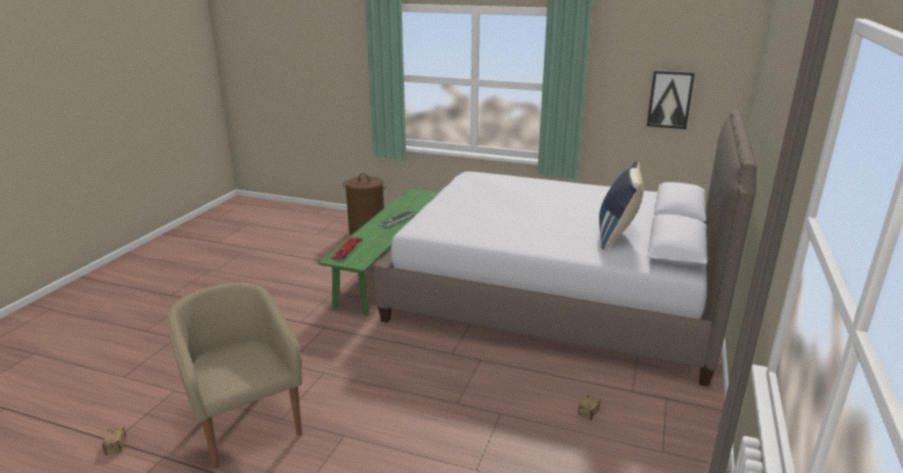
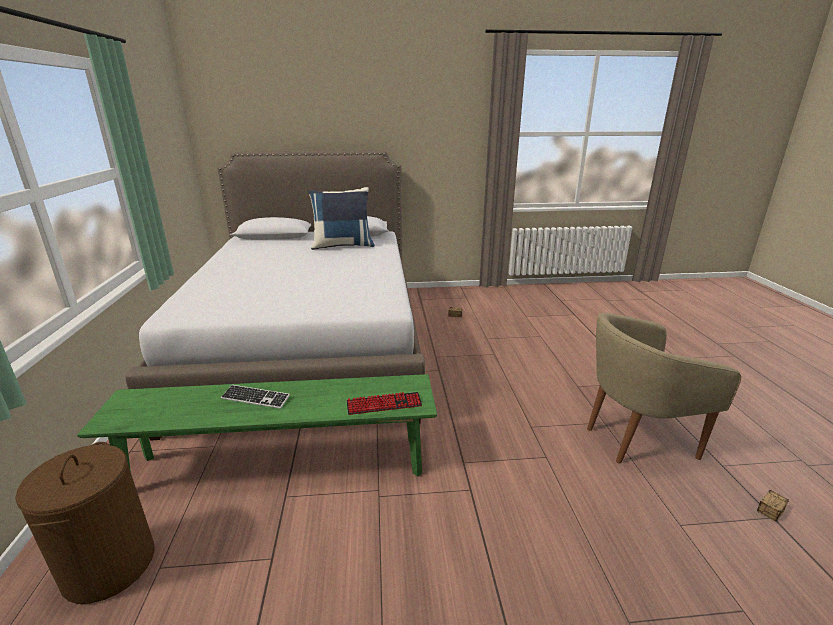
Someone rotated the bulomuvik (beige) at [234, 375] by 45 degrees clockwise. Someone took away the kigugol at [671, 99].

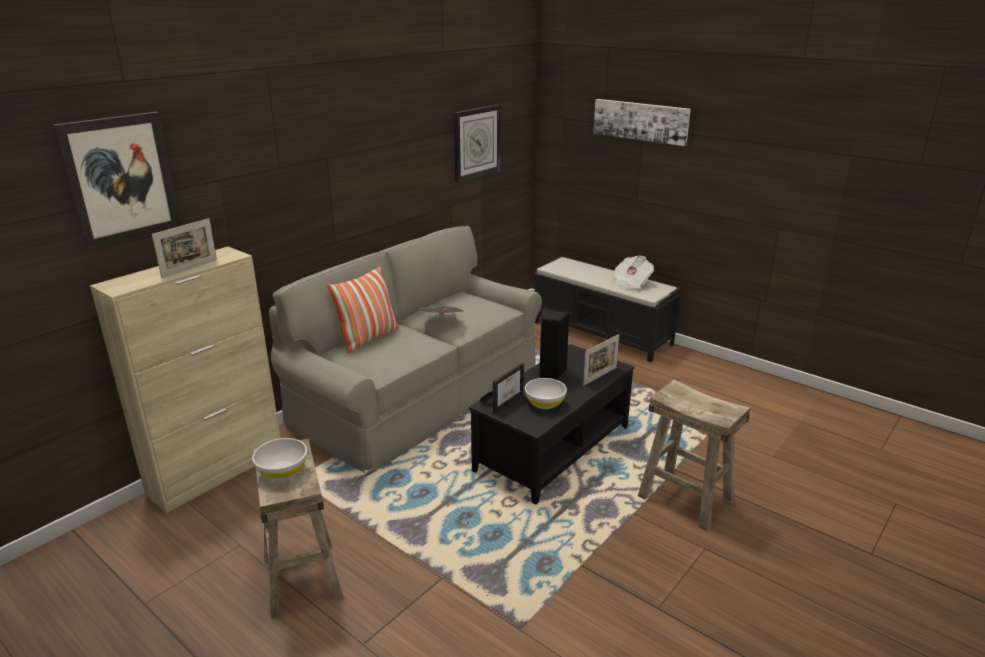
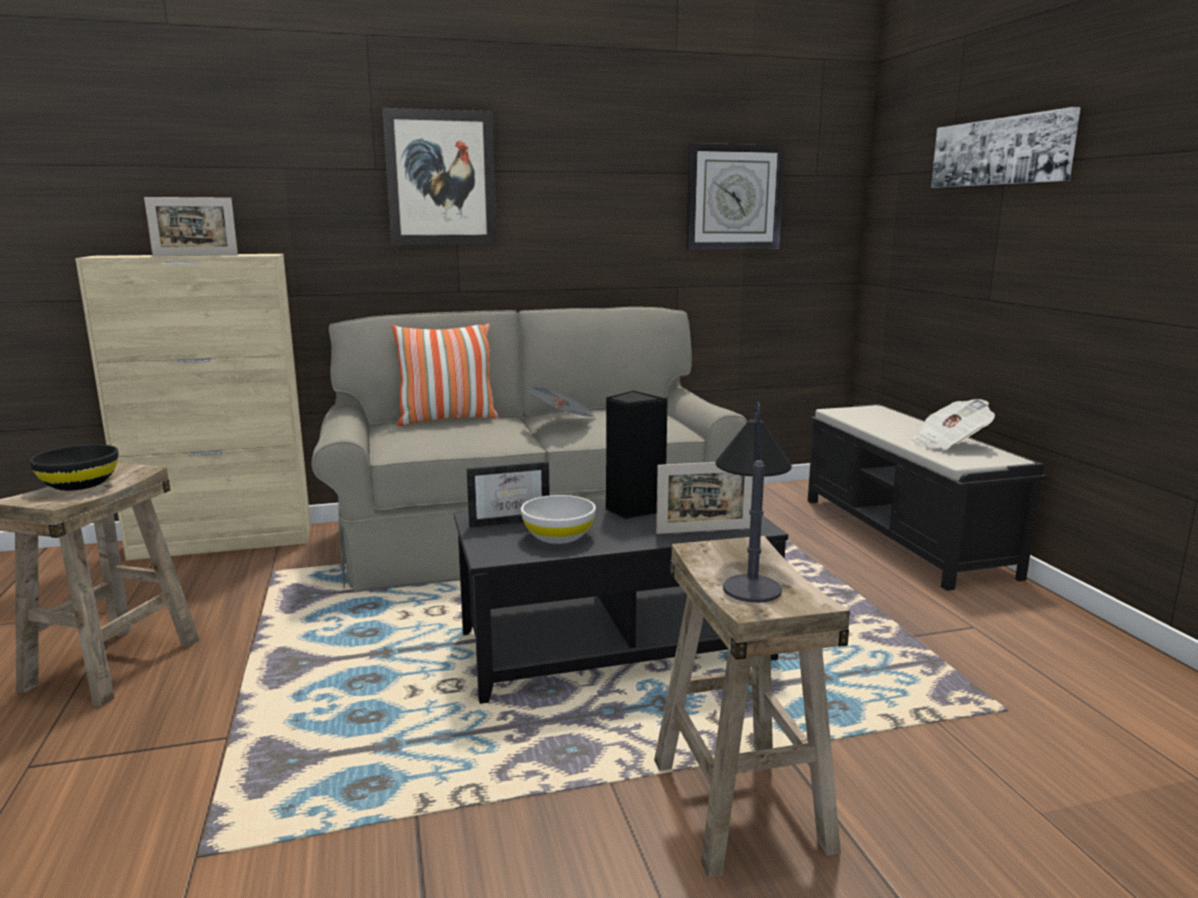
Someone carried the kigugol from [116, 181] to [440, 176]. Someone repainted the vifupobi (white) at [279, 459], which became the vifupobi (black) at [73, 467]. Someone put down the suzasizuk at [753, 502].

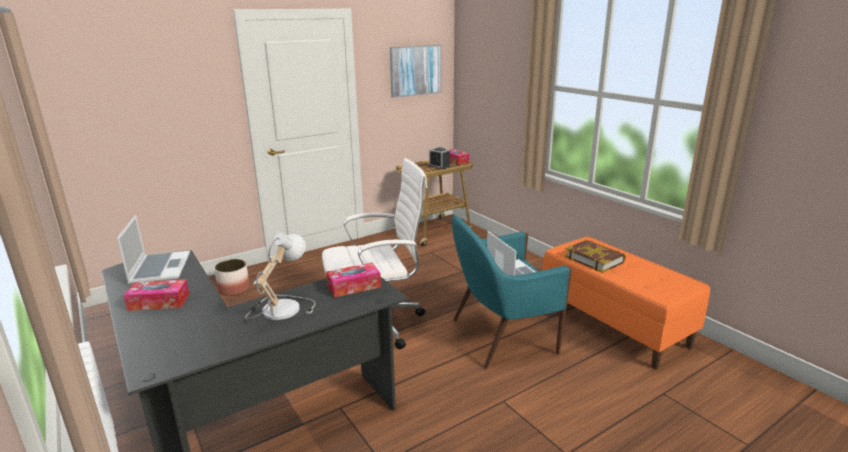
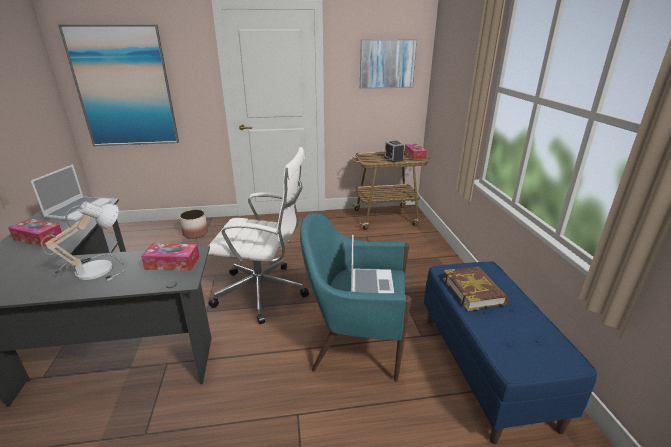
Someone repainted the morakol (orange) at [626, 303], which became the morakol (blue) at [510, 352]. Someone put up the kigugol at [118, 85].

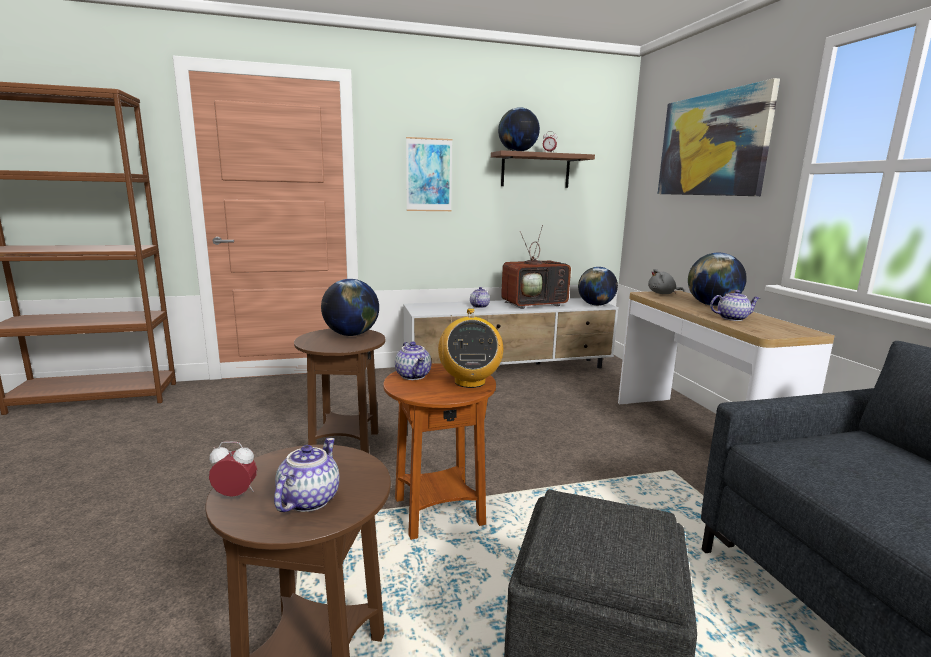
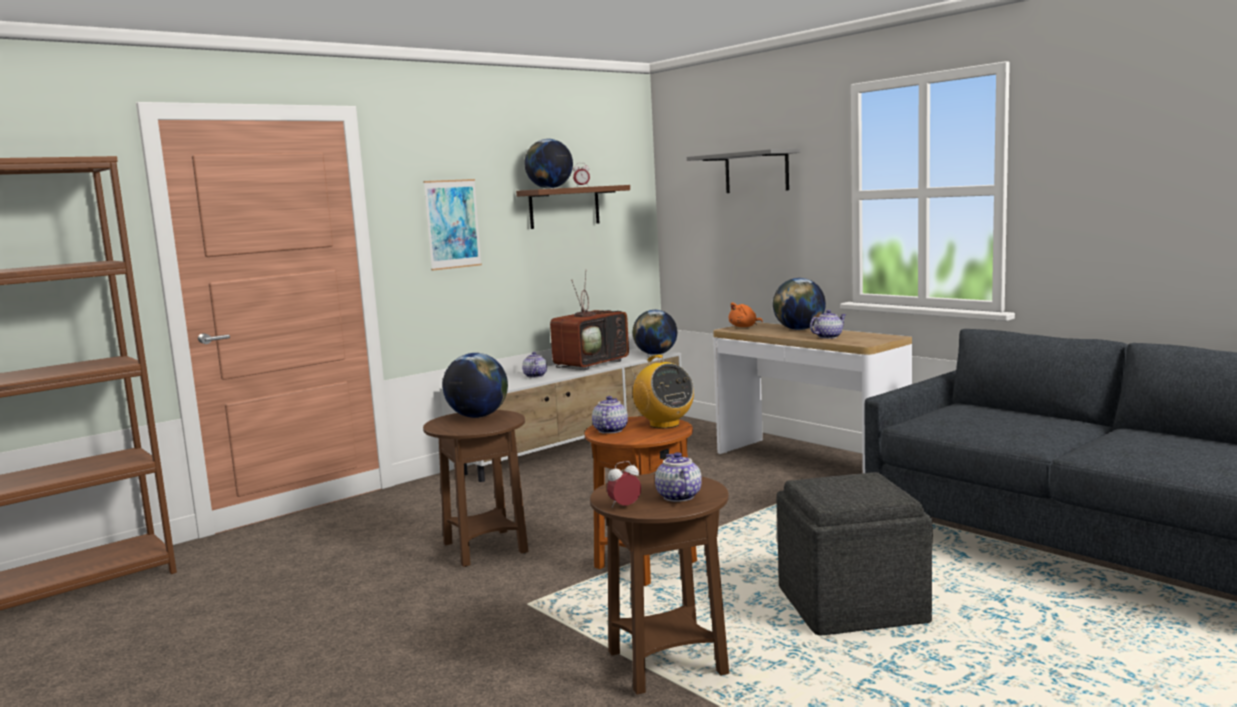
Someone rotated the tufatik at [413, 361] by 120 degrees counterclockwise. Someone repainted the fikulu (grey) at [666, 281], which became the fikulu (orange) at [746, 314]. Someone swapped the kigugol at [719, 137] for the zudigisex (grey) at [743, 171].

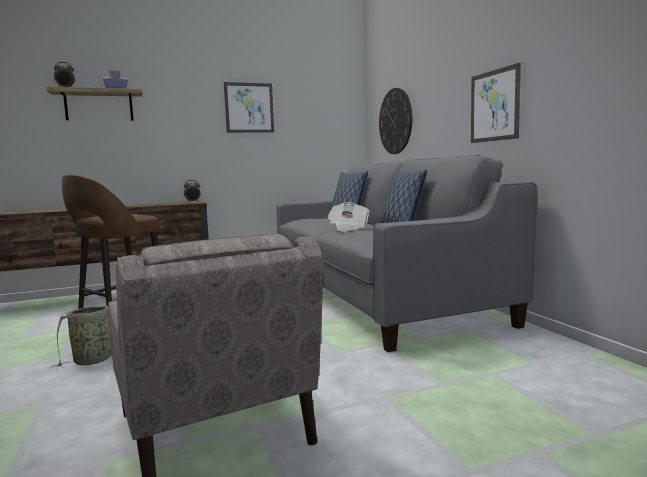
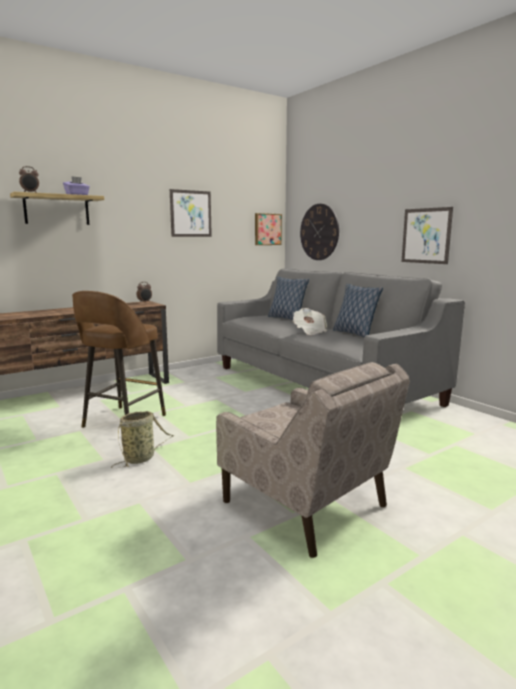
Someone put up the kigugol at [268, 229].

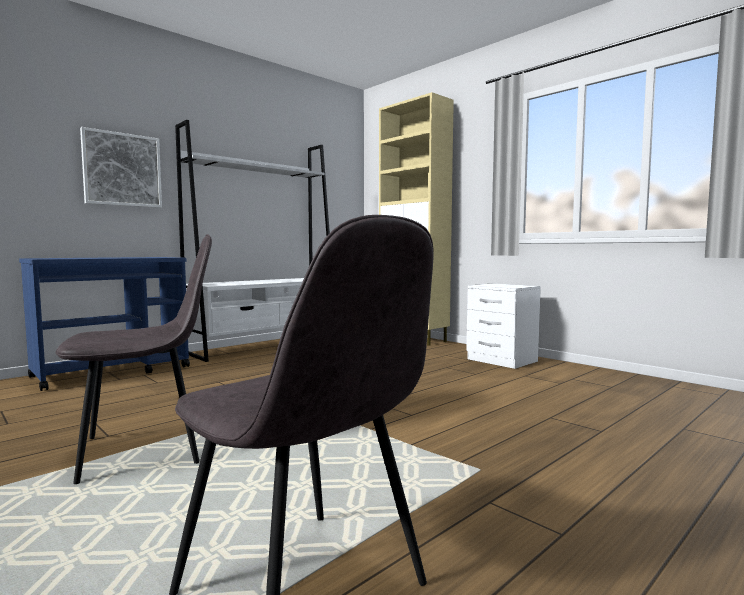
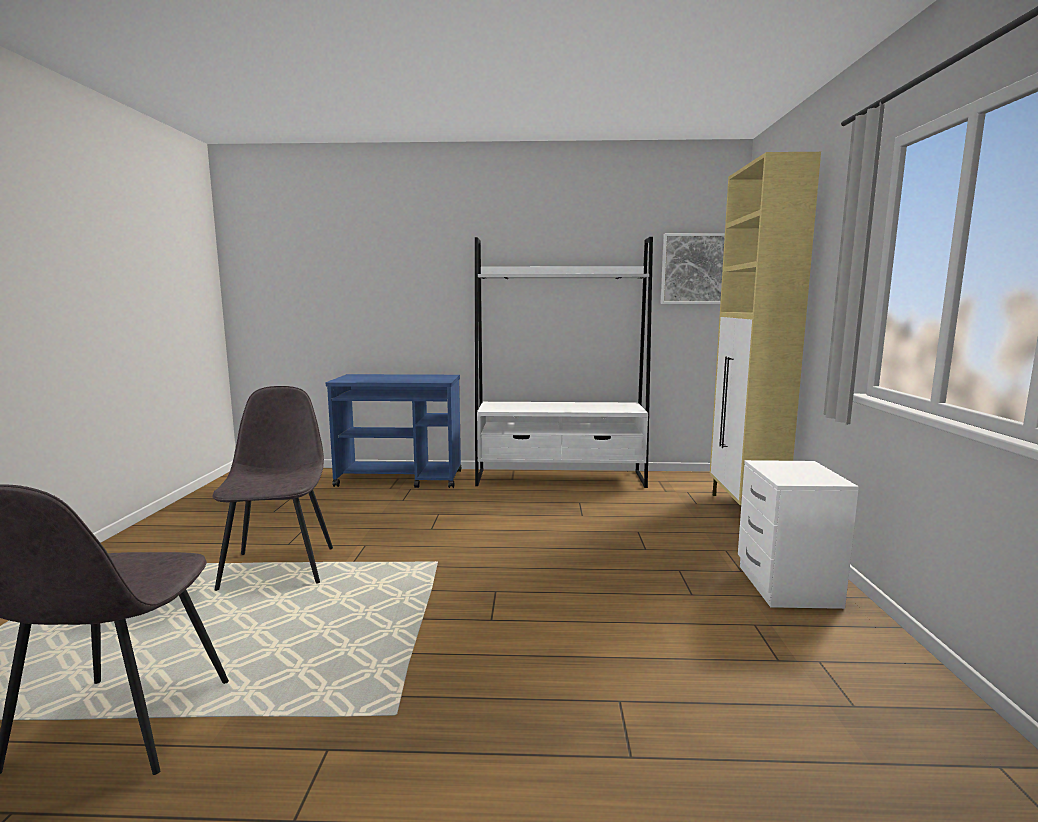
Someone rotated the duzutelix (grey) at [133, 359] by 120 degrees counterclockwise. Someone carried the kigugol from [121, 167] to [692, 268].

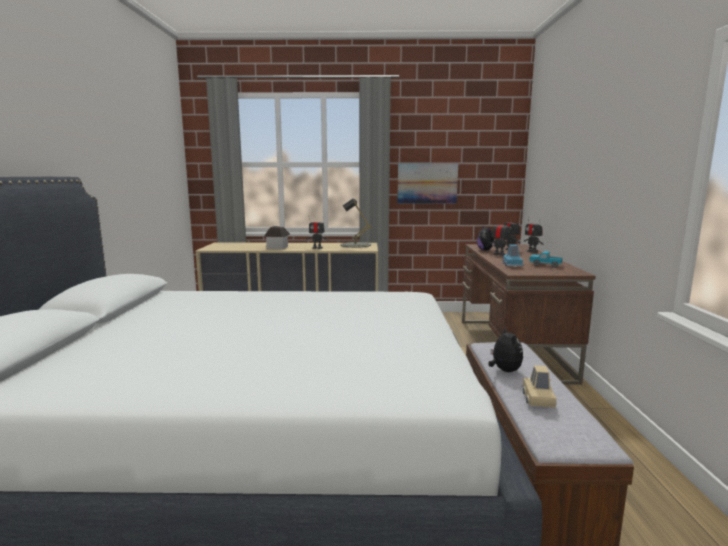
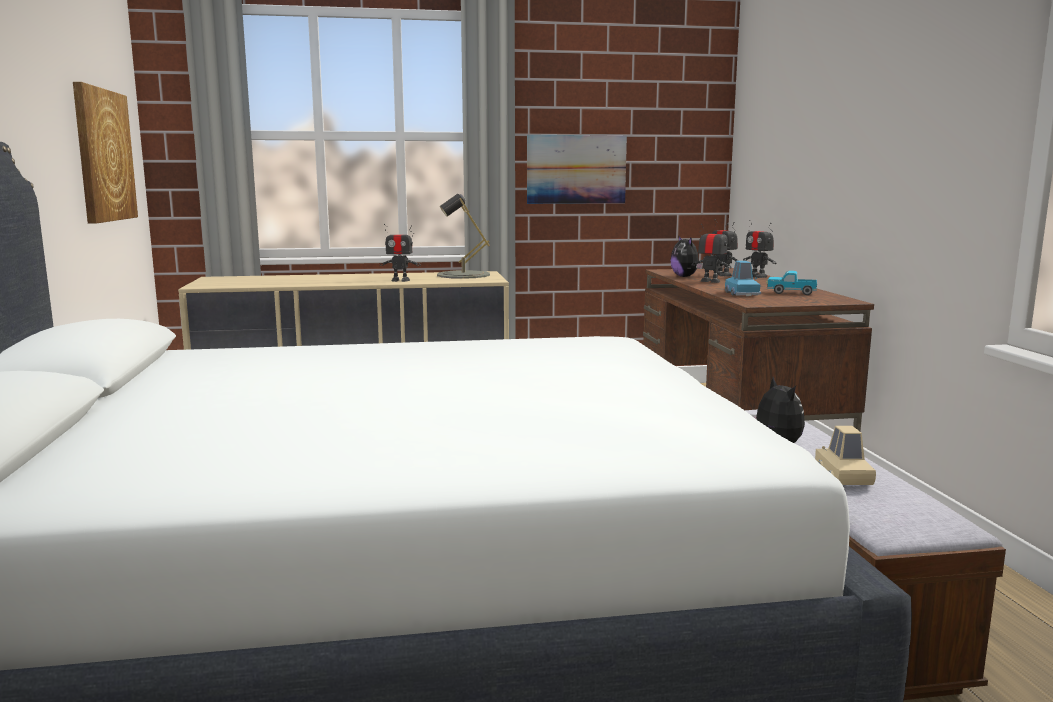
Someone took away the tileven at [277, 237]. Someone put up the kigugol at [105, 153].

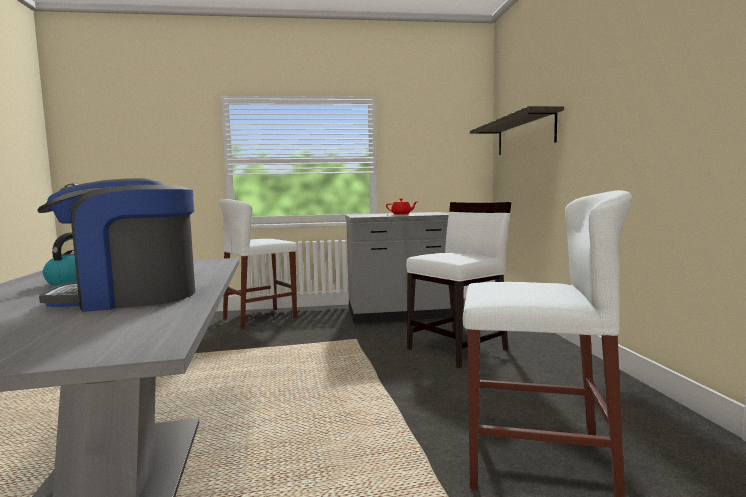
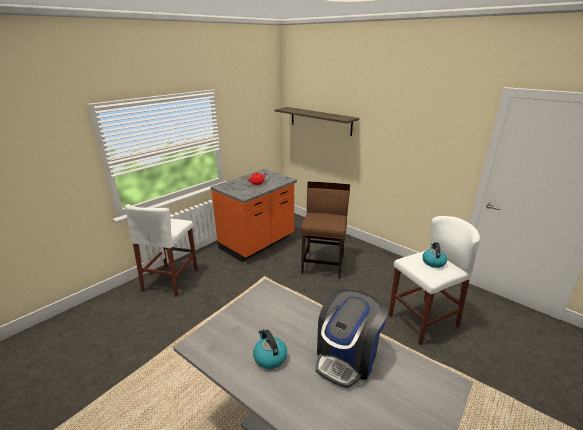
Someone repainted the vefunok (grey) at [398, 267], which became the vefunok (orange) at [254, 215]. Someone repainted the duzutelix (white) at [458, 285], which became the duzutelix (brown) at [325, 230]. Someone put down the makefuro at [434, 255].

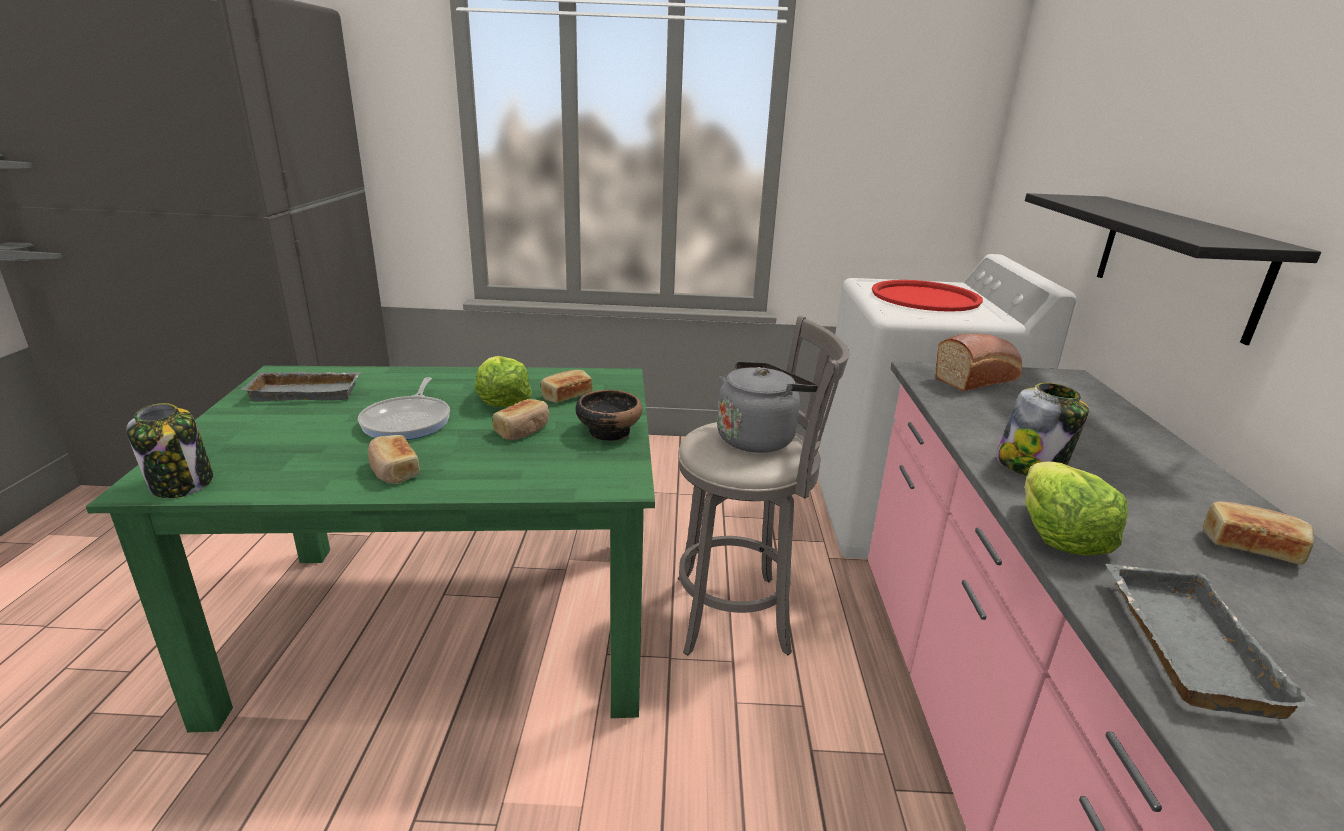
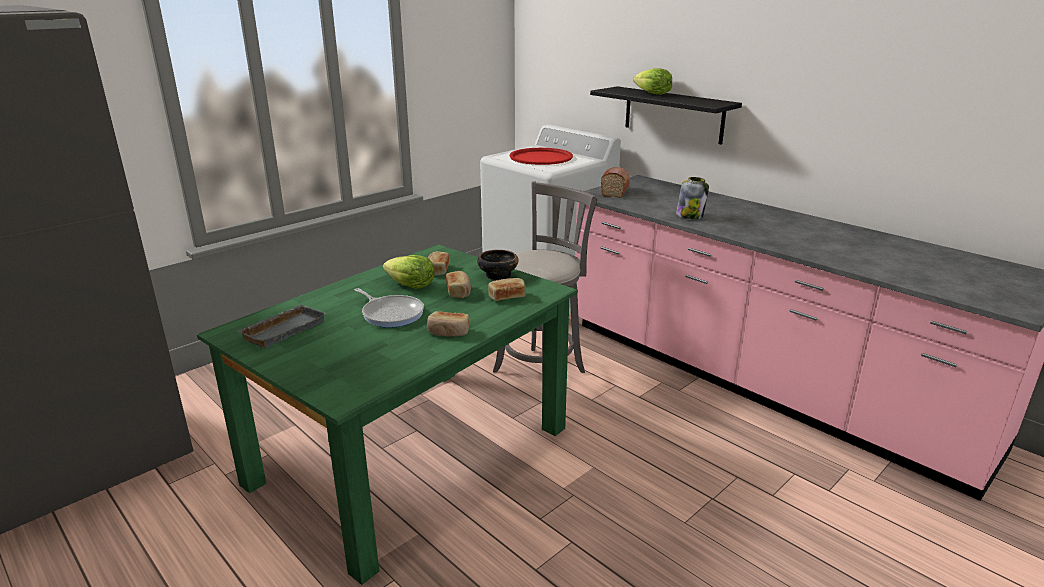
Someone took away the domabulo at [169, 450]. Someone took away the makefuro (grey) at [767, 407]. Someone carried the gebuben from [1076, 508] to [652, 81]. Someone took away the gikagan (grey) at [1211, 641]. Someone carried the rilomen from [1258, 533] to [507, 289].

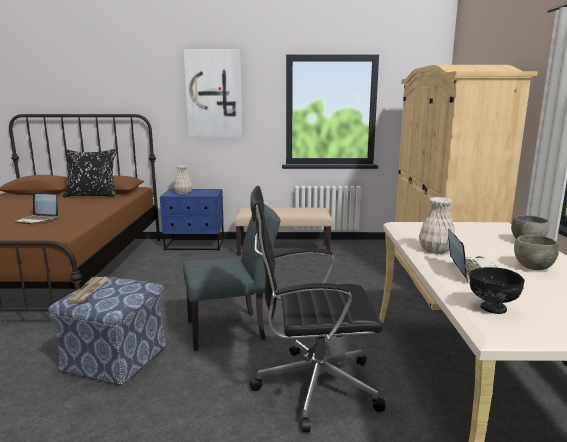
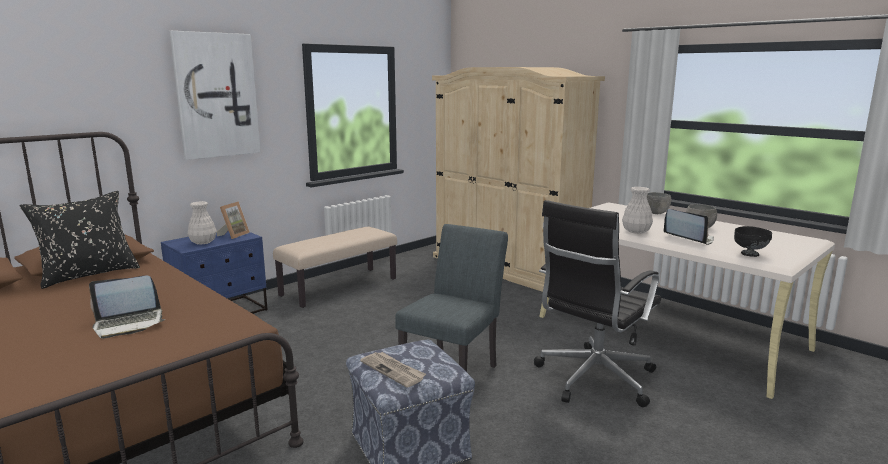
Someone put down the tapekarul at [233, 220].

